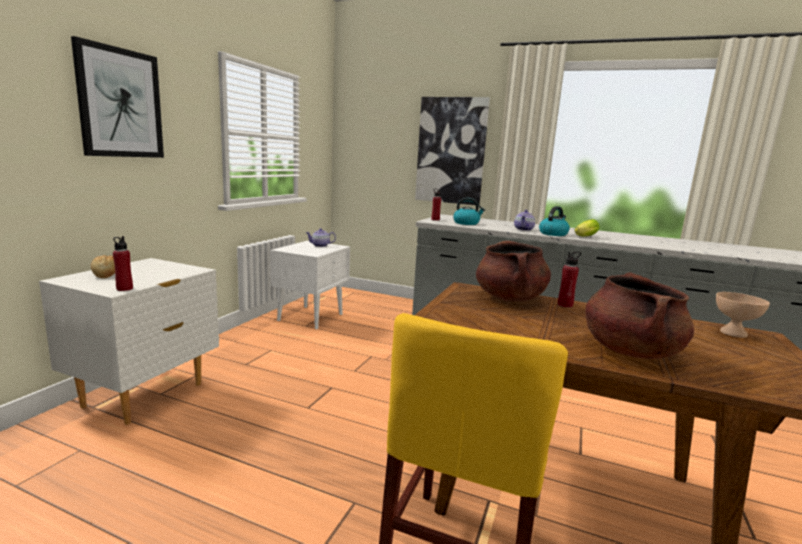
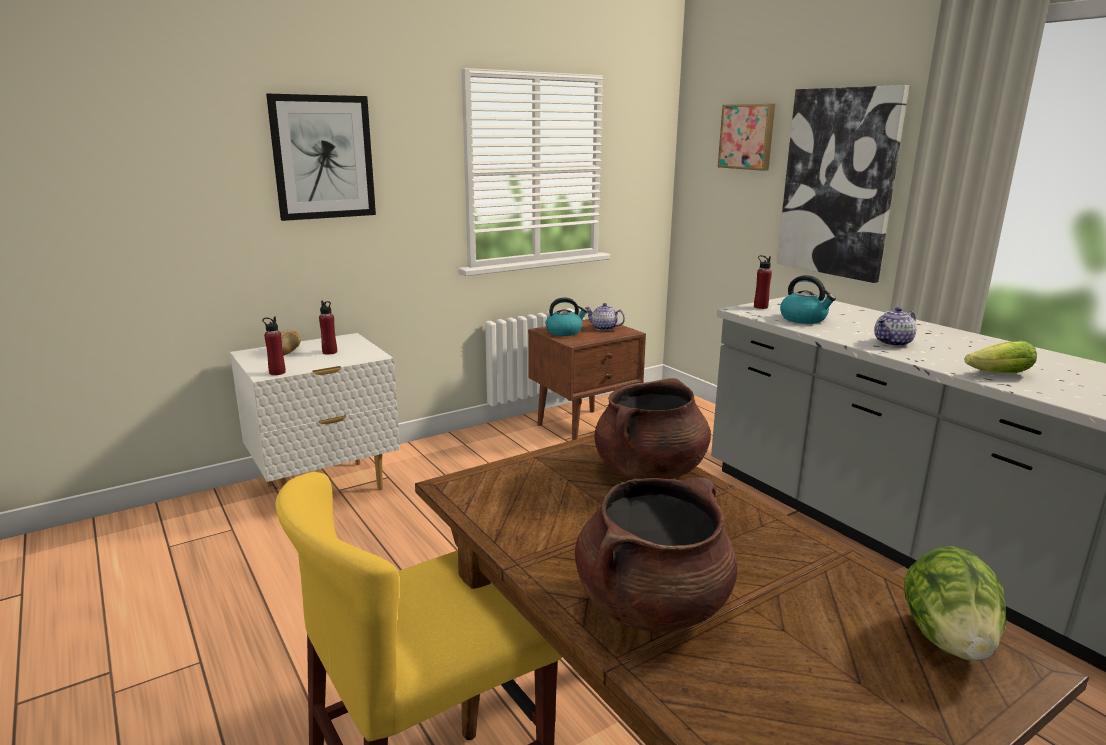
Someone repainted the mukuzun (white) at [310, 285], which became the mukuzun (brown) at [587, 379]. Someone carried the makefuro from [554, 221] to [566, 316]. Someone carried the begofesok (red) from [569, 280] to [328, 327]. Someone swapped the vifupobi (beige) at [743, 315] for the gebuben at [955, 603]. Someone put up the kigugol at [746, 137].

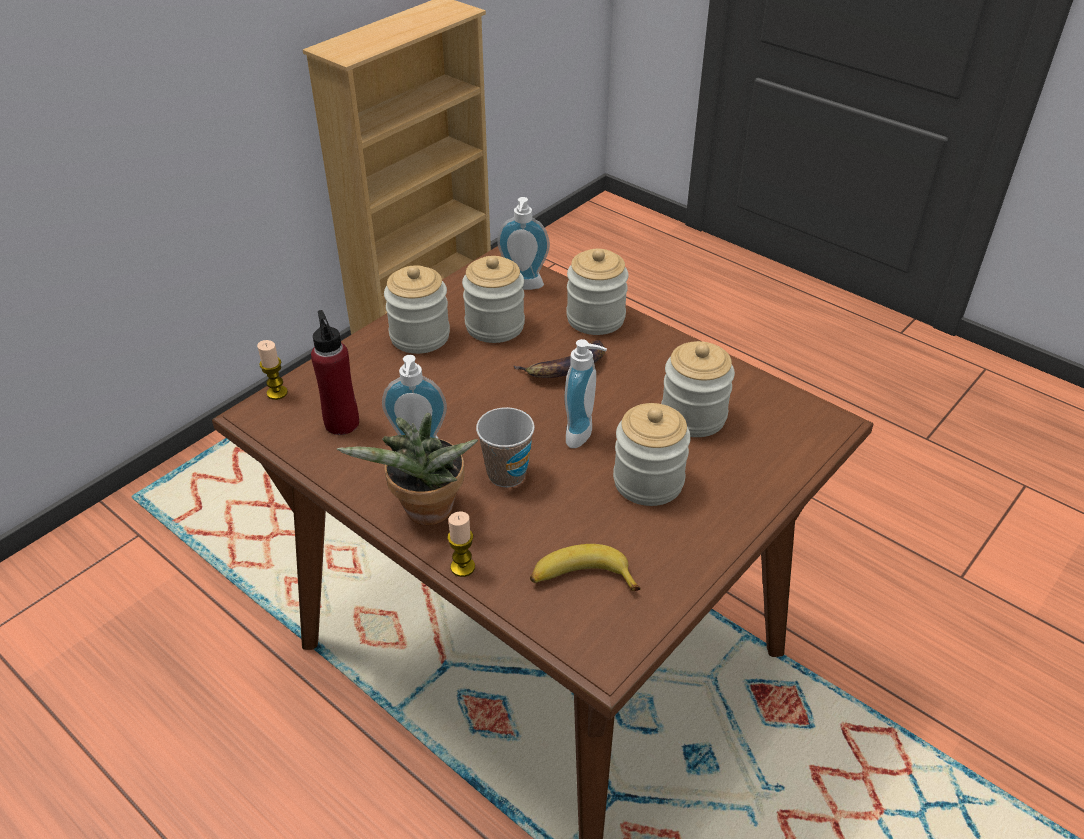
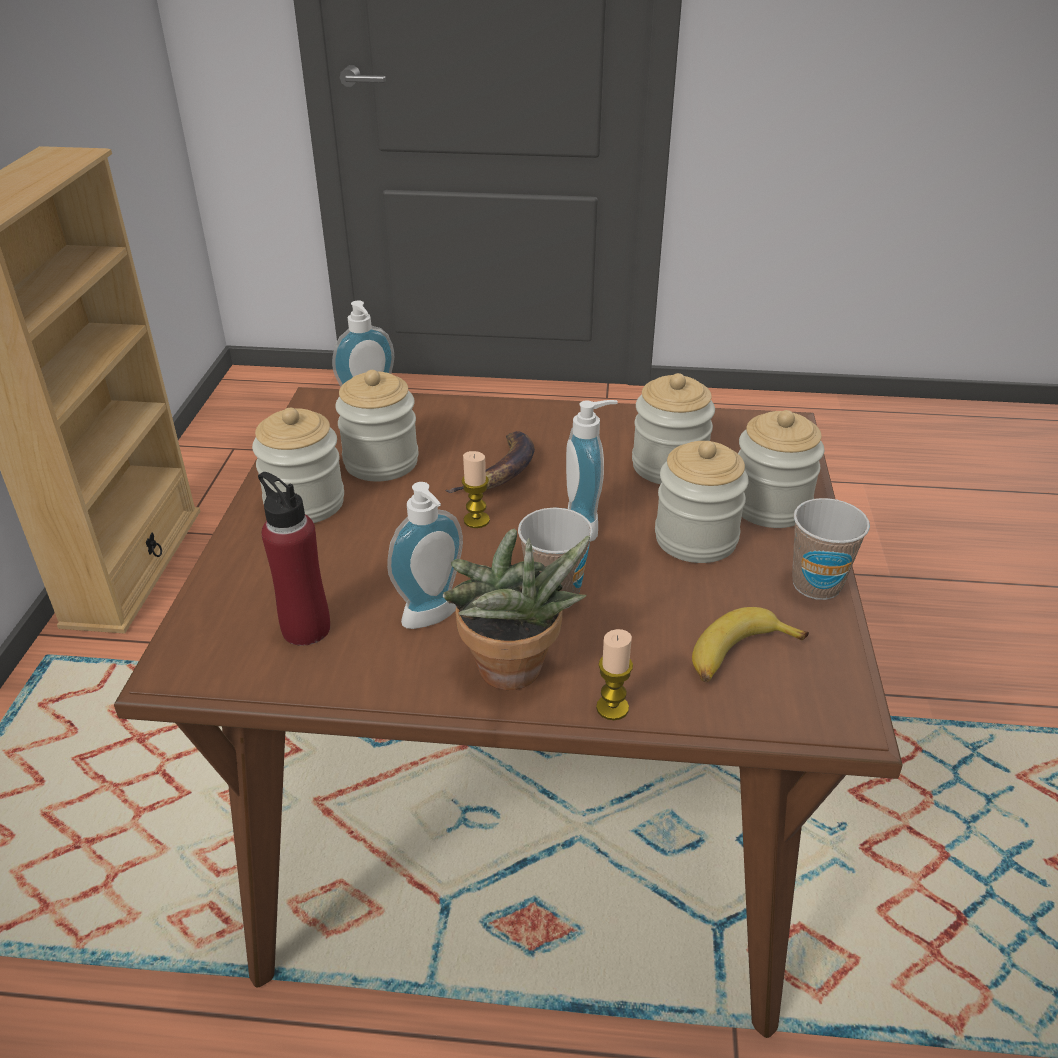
Someone carried the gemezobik from [272, 370] to [475, 489]. Someone carried the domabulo from [597, 292] to [781, 469]. Someone put down the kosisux at [831, 549].

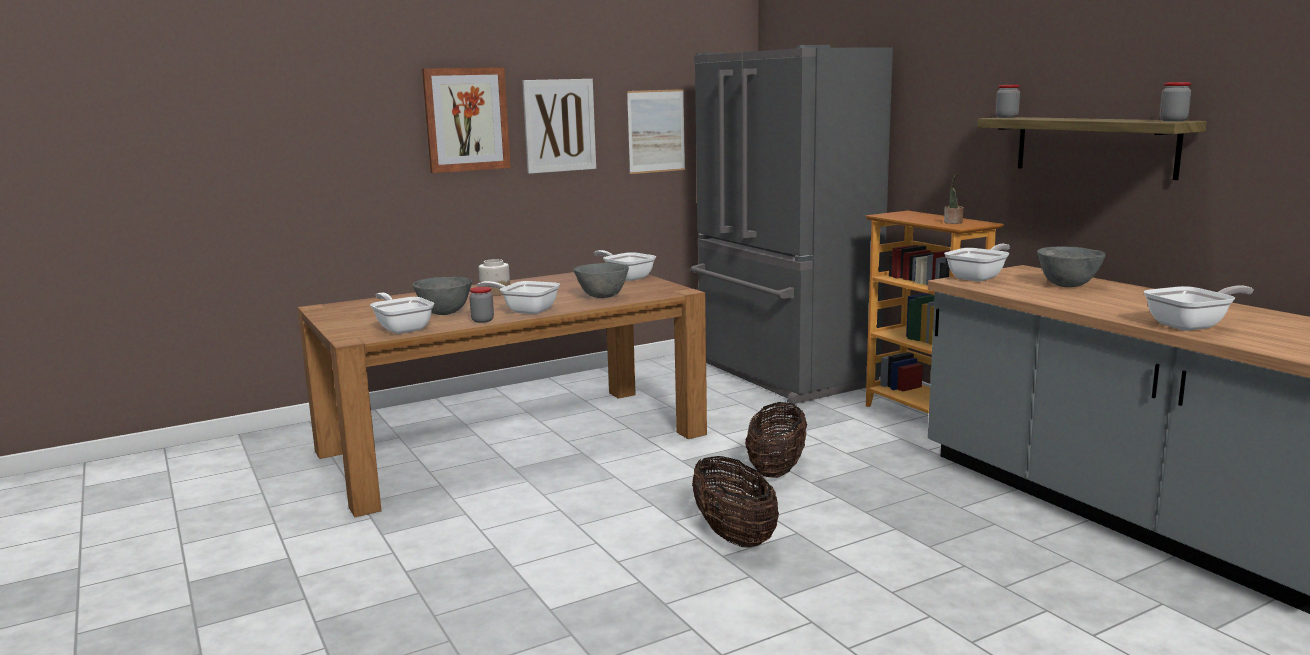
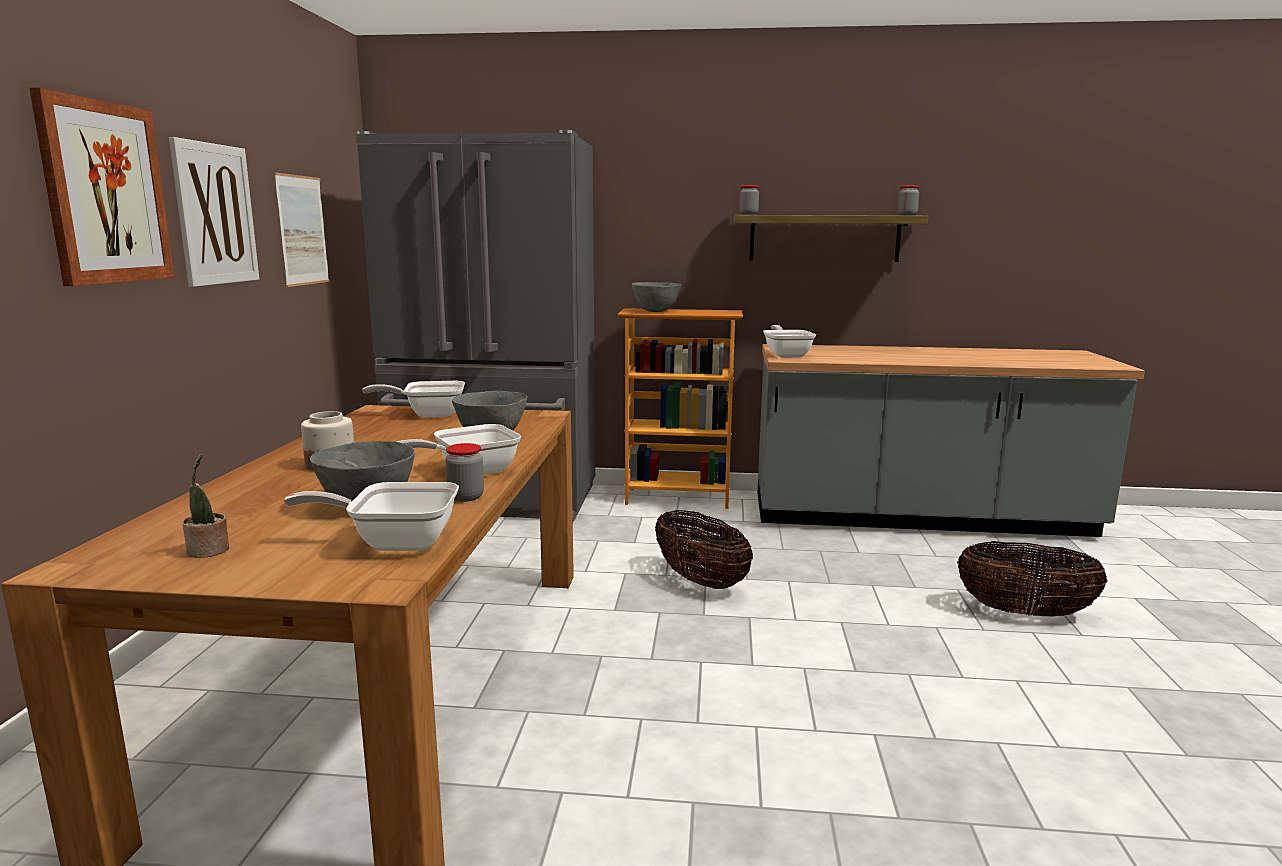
Someone carried the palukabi from [735, 502] to [1032, 579]. Someone carried the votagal from [954, 198] to [205, 506]. Someone carried the vifupobi (grey) from [1071, 267] to [657, 297]. Someone took away the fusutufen at [1199, 308].

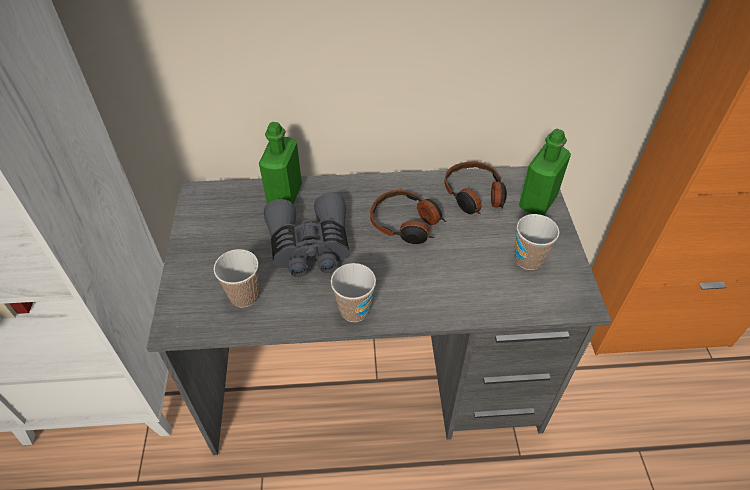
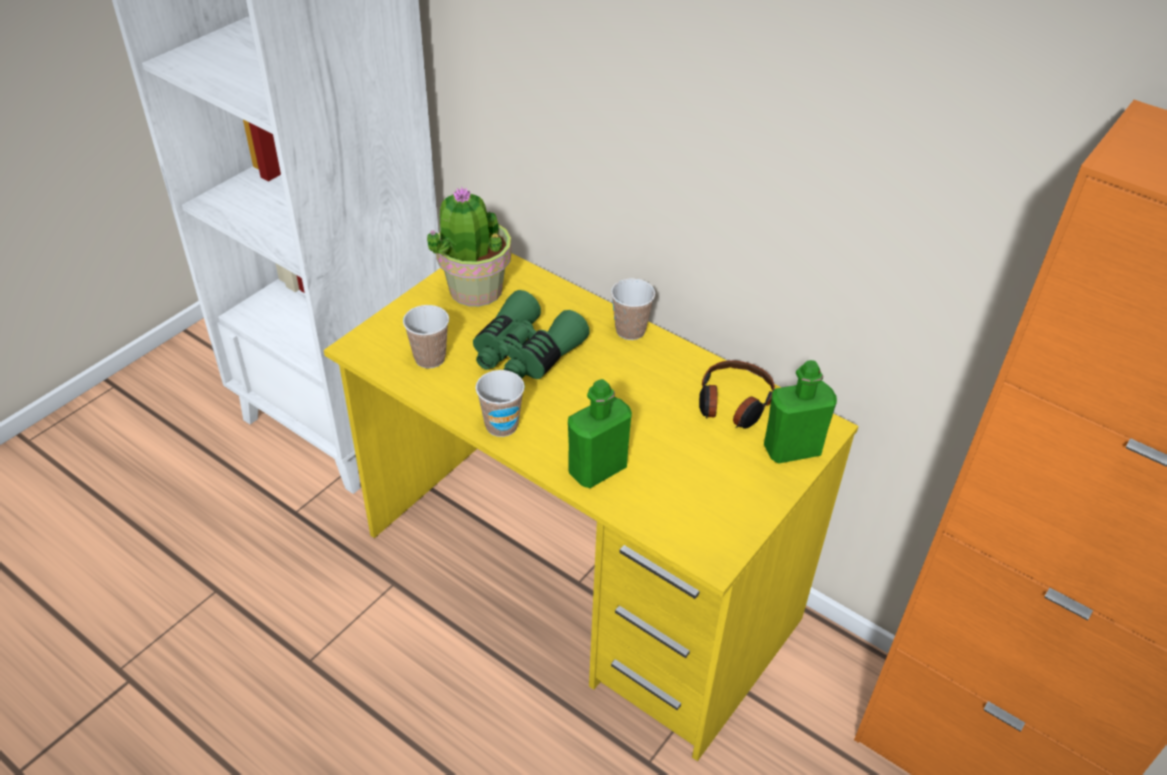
Someone repainted the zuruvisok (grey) at [379, 310], which became the zuruvisok (yellow) at [591, 507]. Someone carried the begofesok (green) from [280, 163] to [600, 433]. Someone repainted the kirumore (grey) at [306, 235], which became the kirumore (green) at [531, 334]. Someone took away the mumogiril at [408, 217]. Someone carried the kosisux from [537, 242] to [633, 309]. Someone put down the votagal at [469, 247].

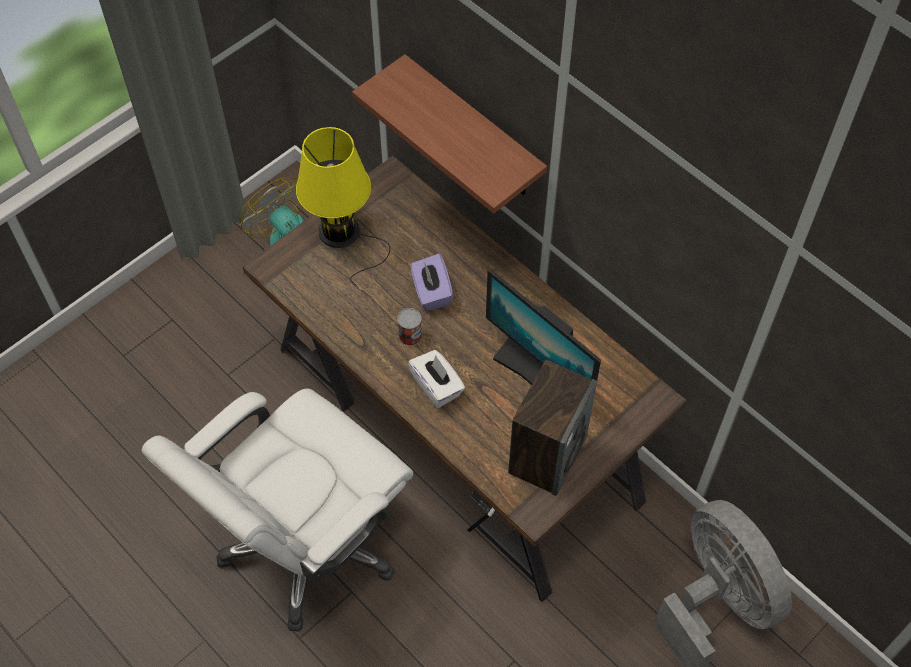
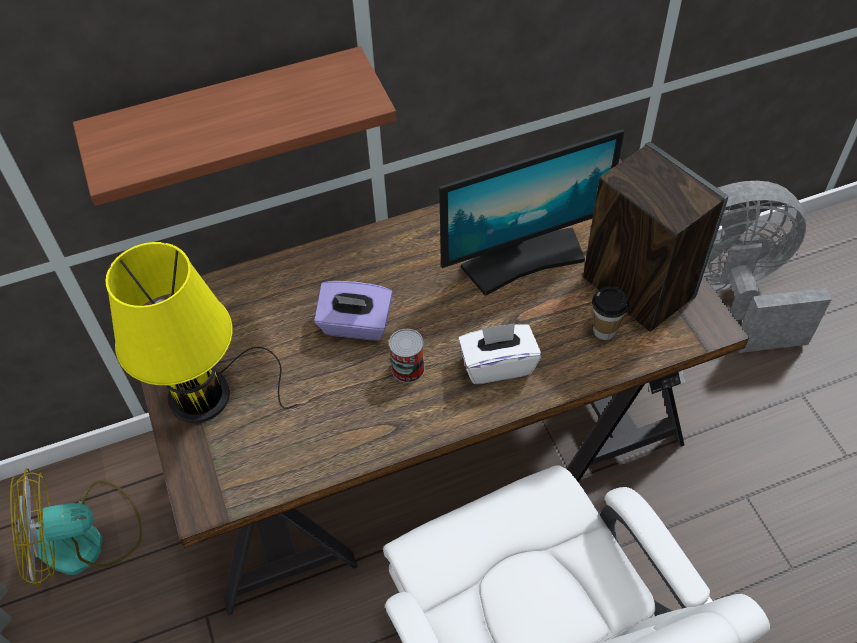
Someone put down the kosisux at [610, 313].

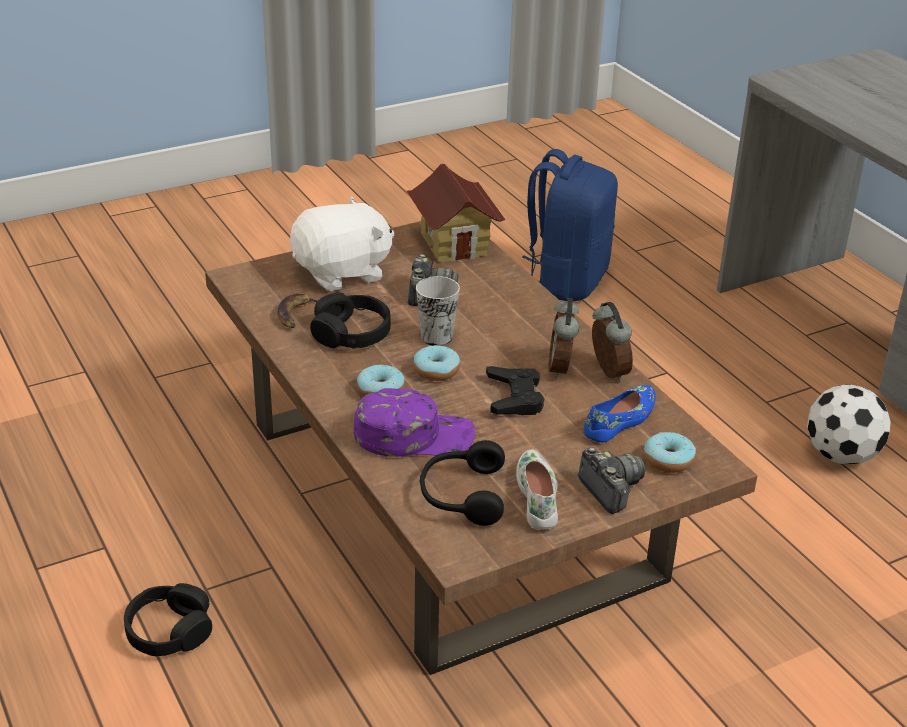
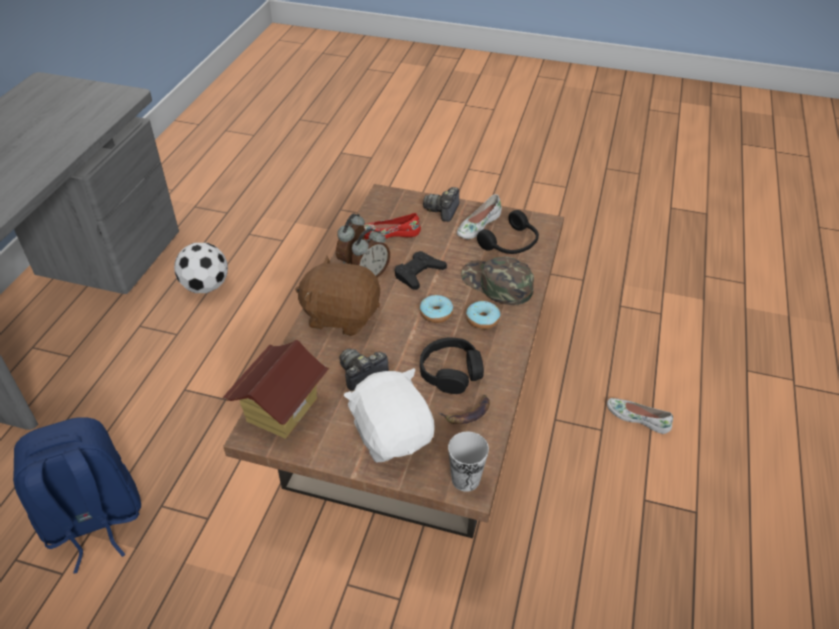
Someone swapped the mumogiril (black) at [168, 620] for the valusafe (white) at [640, 416]. Someone rotated the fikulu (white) at [342, 244] by 45 degrees clockwise. Someone repainted the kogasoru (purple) at [414, 422], which became the kogasoru (green) at [497, 281]. Someone carried the kosisux from [438, 311] to [468, 461]. Someone repainted the valusafe (blue) at [620, 414], which became the valusafe (red) at [392, 226]. Someone took away the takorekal at [670, 452]. Someone put down the fikulu (brown) at [337, 296].

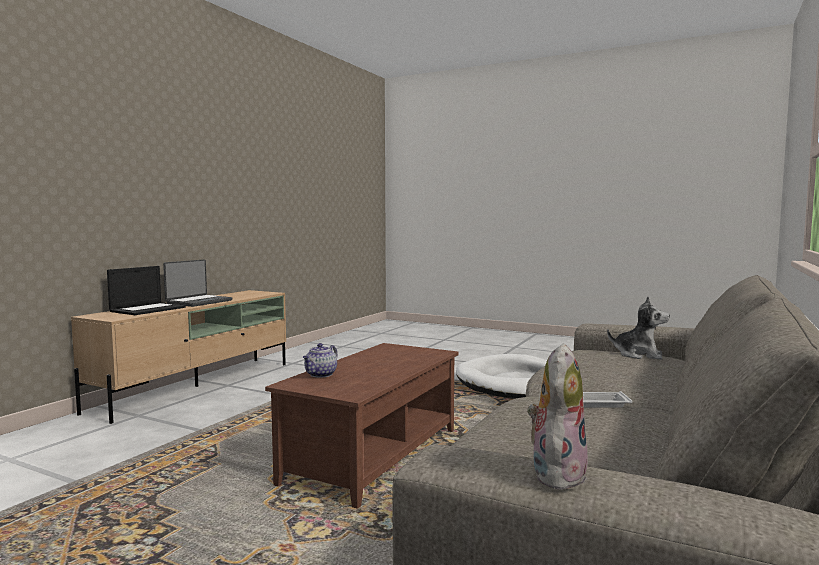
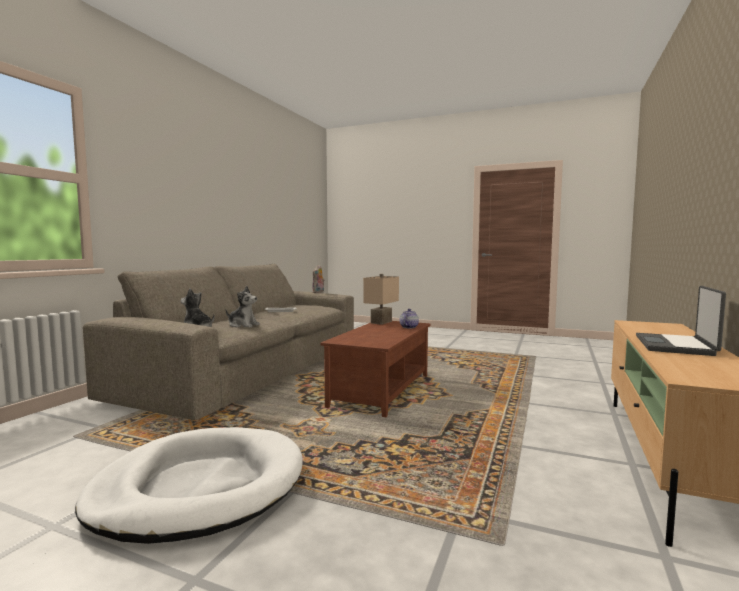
Someone took away the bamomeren at [146, 290]. Someone put down the fikulu at [242, 306]. Someone put down the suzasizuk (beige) at [381, 299].

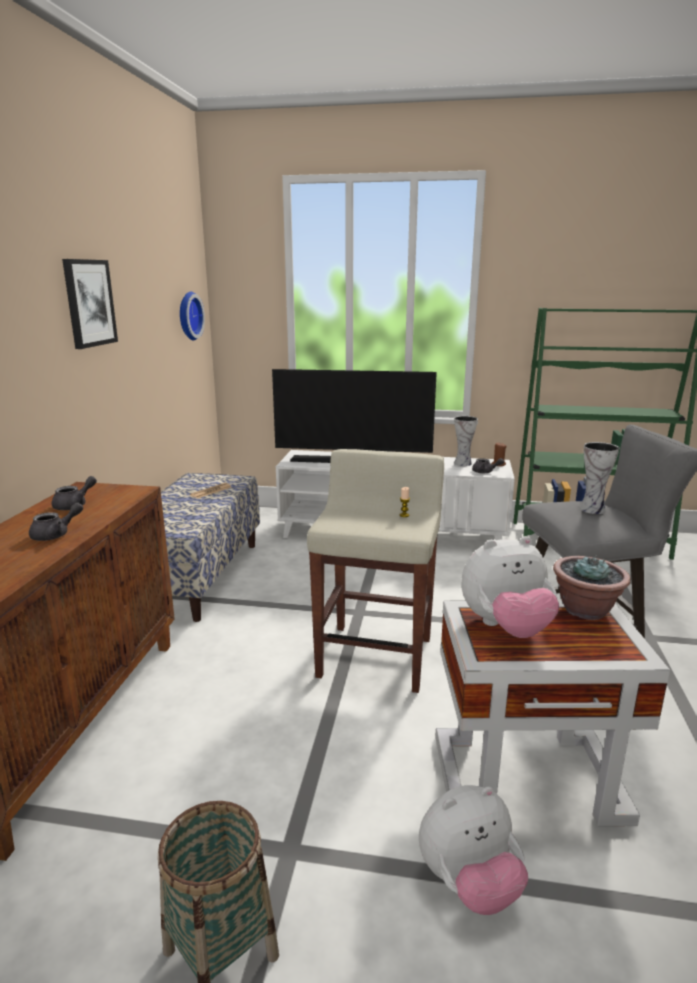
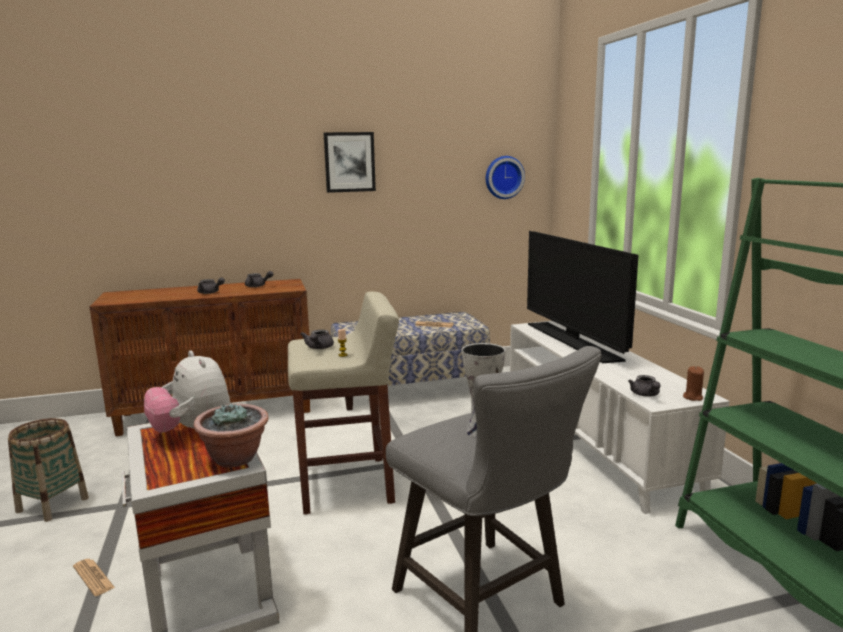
Someone swapped the fikulu at [473, 850] for the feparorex at [94, 577]. Someone took away the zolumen at [466, 441]. Someone put down the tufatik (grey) at [317, 339].

